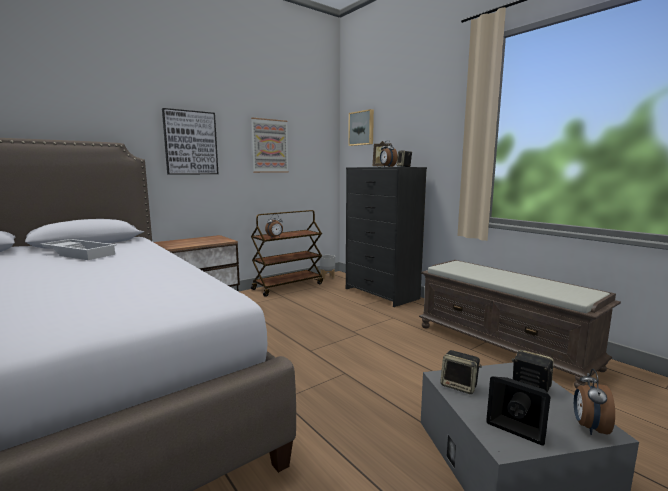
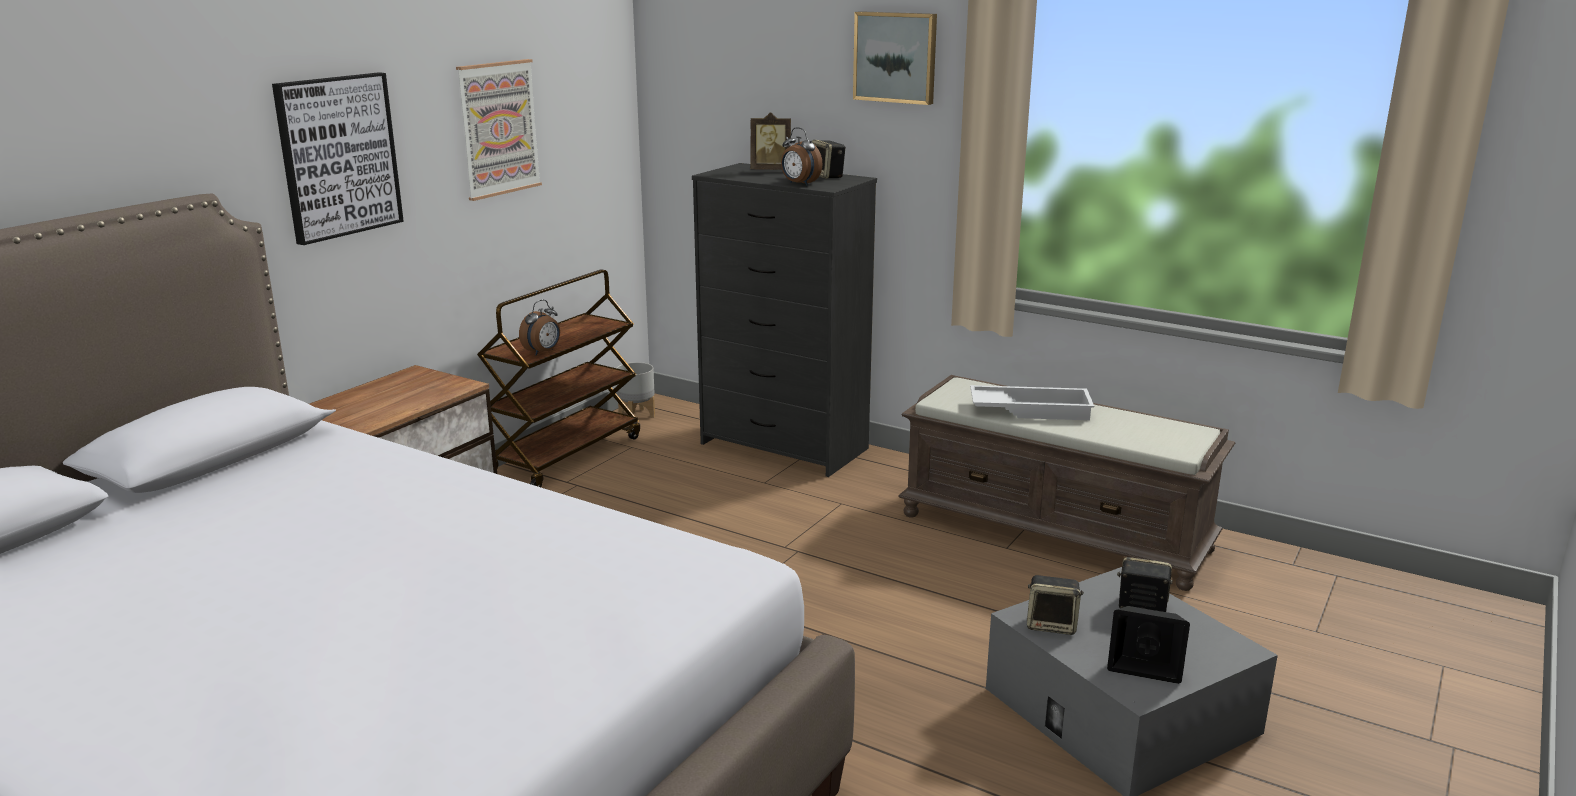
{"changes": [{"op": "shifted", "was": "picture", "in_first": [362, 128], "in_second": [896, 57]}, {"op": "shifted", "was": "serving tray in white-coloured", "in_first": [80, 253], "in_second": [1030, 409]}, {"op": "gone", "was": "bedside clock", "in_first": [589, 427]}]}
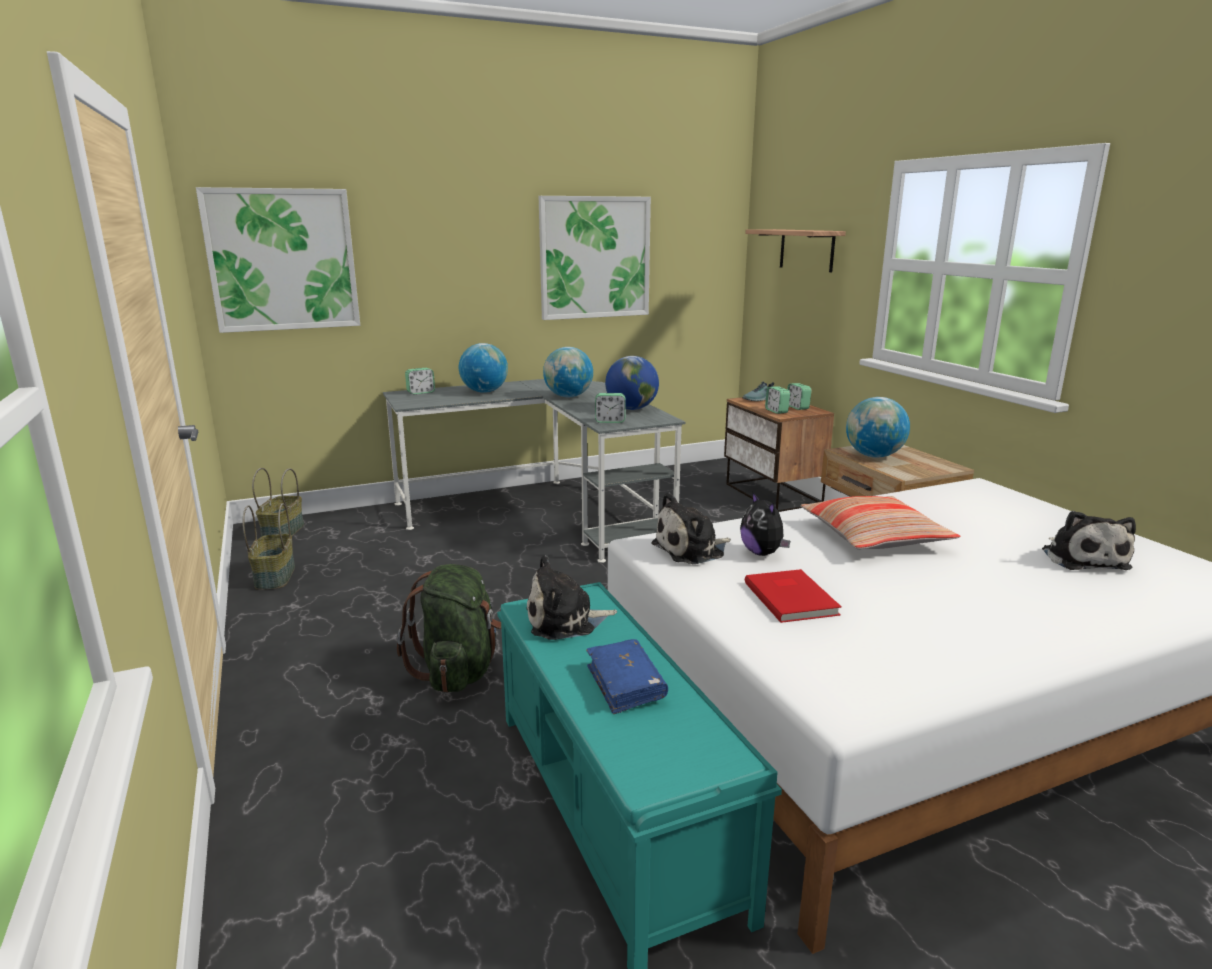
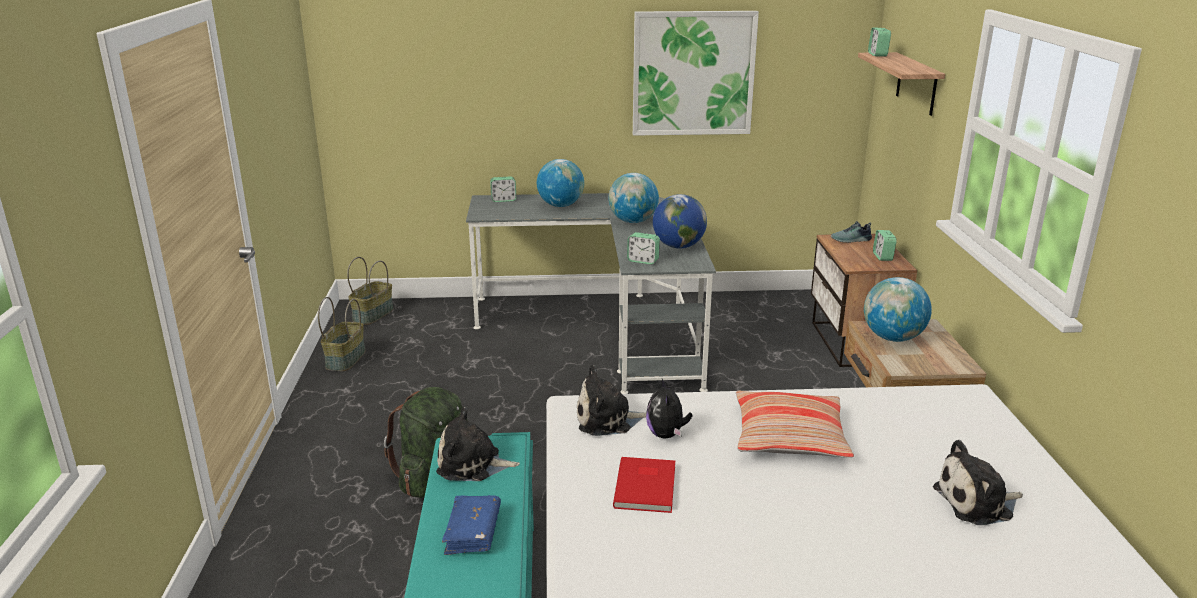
{"changes": [{"op": "gone", "was": "picture", "in_first": [282, 260]}, {"op": "shifted", "was": "bedside clock", "in_first": [776, 411], "in_second": [877, 55]}, {"op": "rotated", "was": "soft toy", "in_first": [1082, 558], "in_second": [977, 503], "clockwise": 60}]}
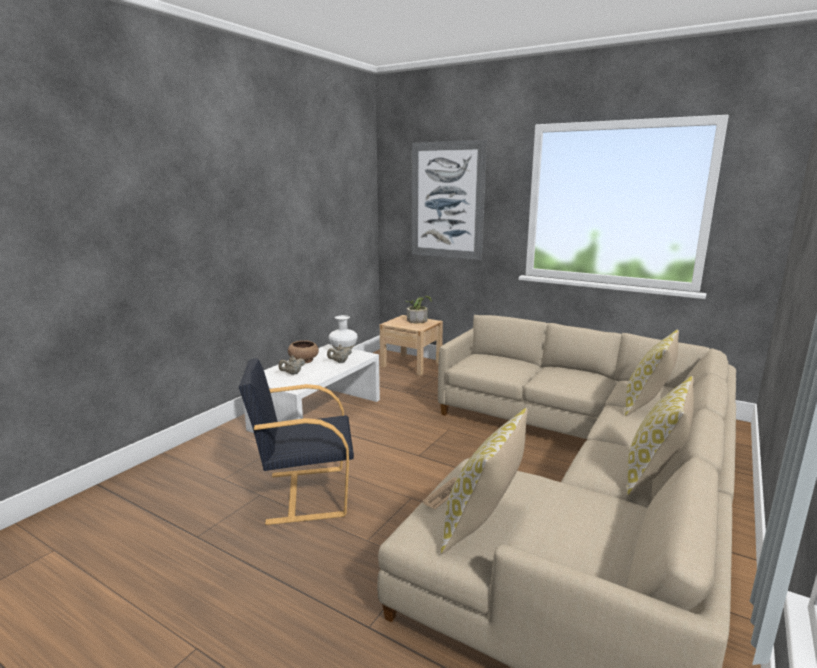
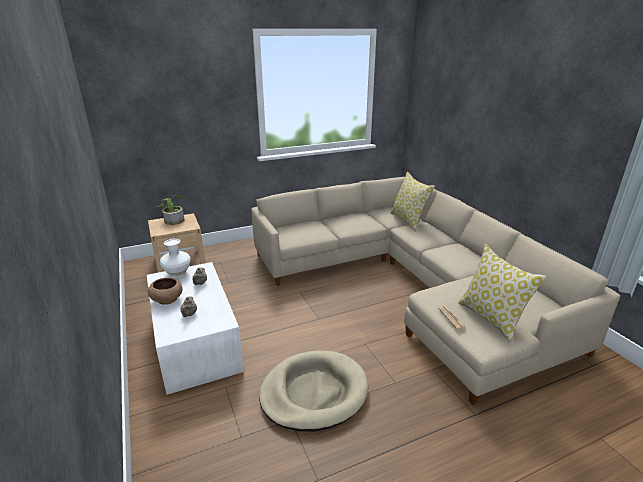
{"changes": [{"op": "gone", "was": "picture", "in_first": [447, 201]}, {"op": "swapped", "was": "easy chair in blackish", "now": "dog bed in beige-coloured", "in_first": [304, 494], "in_second": [314, 392]}, {"op": "gone", "was": "pillow", "in_first": [654, 475]}]}
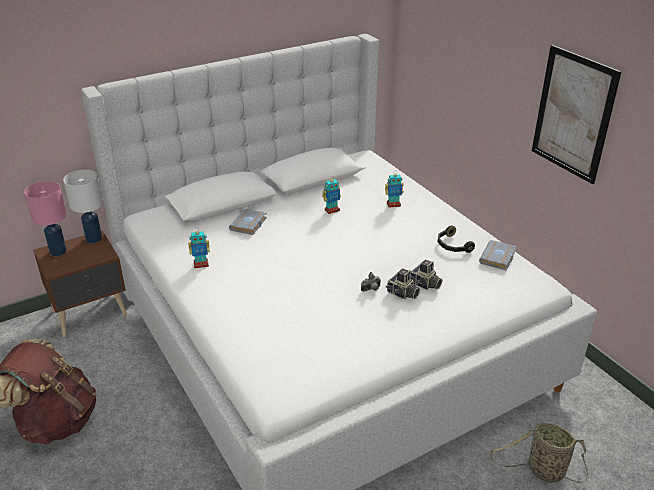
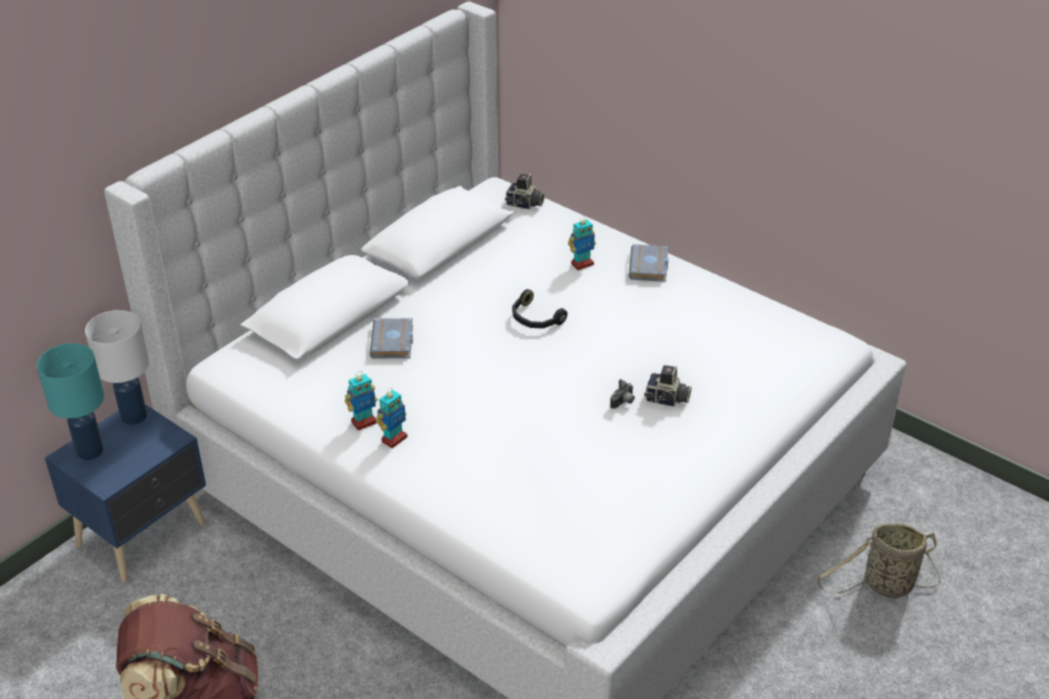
{"changes": [{"op": "gone", "was": "picture", "in_first": [573, 114]}, {"op": "shifted", "was": "model robot", "in_first": [332, 210], "in_second": [394, 439]}, {"op": "repainted", "was": "lamp for a table in pinkish", "now": "lamp for a table in turquoise", "in_first": [58, 252], "in_second": [89, 451]}, {"op": "shifted", "was": "pair of headphones in blackish", "in_first": [452, 245], "in_second": [535, 319]}, {"op": "repainted", "was": "bedside table in brown", "now": "bedside table in bluish", "in_first": [91, 314], "in_second": [144, 535]}, {"op": "shifted", "was": "bound book in greyish", "in_first": [498, 258], "in_second": [650, 267]}, {"op": "shifted", "was": "still camera", "in_first": [425, 285], "in_second": [524, 204]}]}
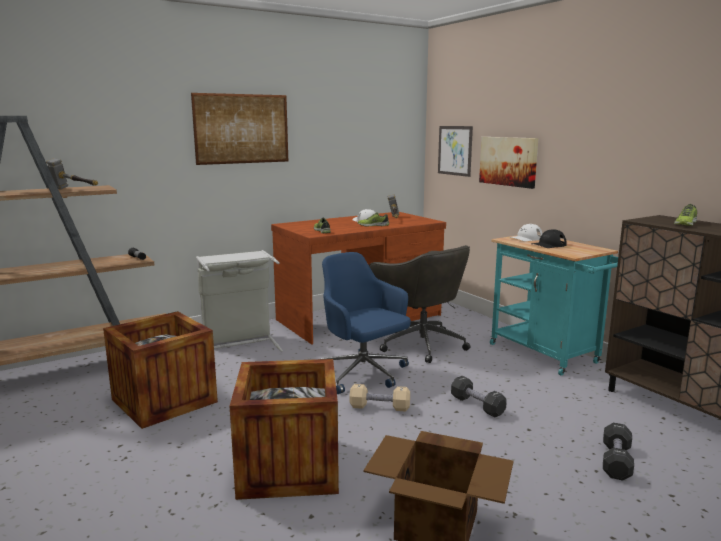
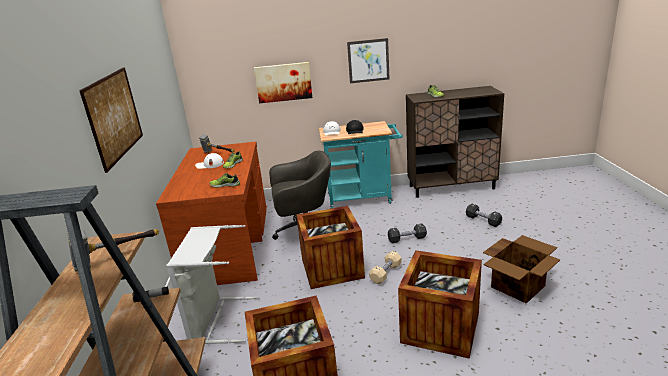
{"changes": [{"op": "shifted", "was": "picture", "in_first": [455, 150], "in_second": [368, 61]}, {"op": "swapped", "was": "desk chair in bluish", "now": "shipping crate", "in_first": [363, 374], "in_second": [332, 268]}]}
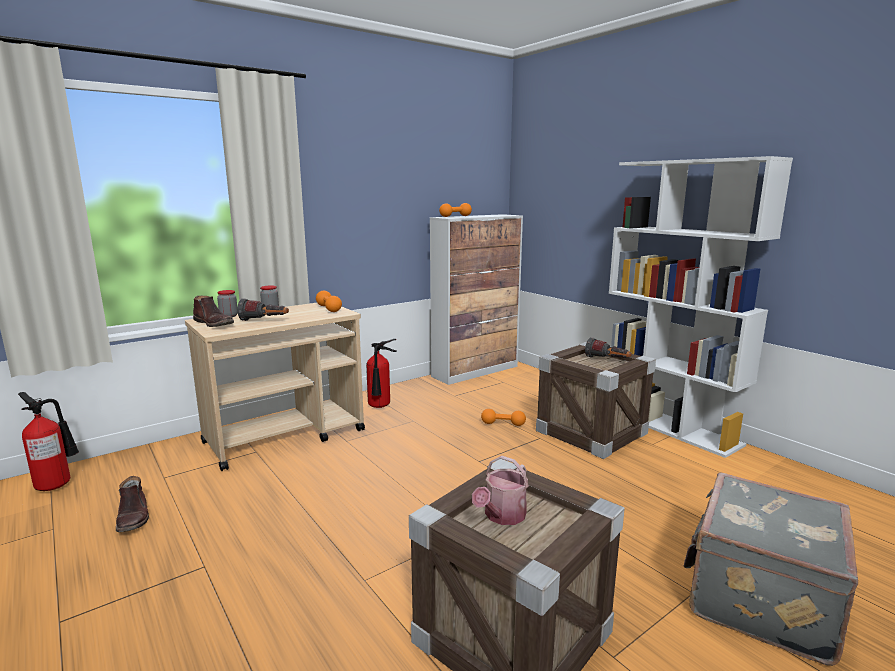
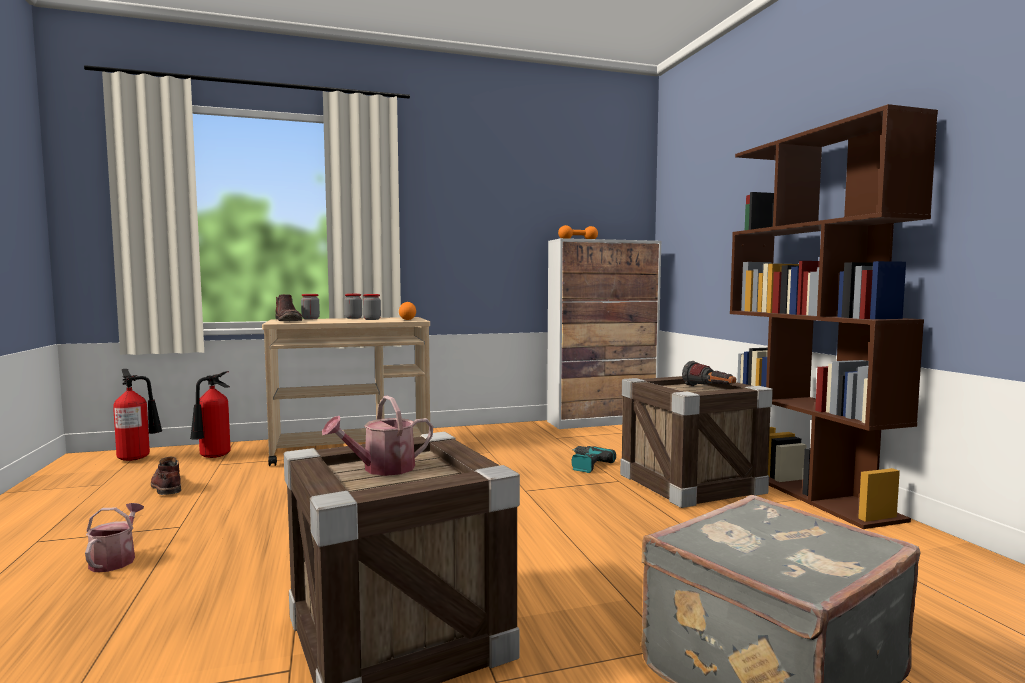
{"changes": [{"op": "repainted", "was": "shelving unit in white-coloured", "now": "shelving unit in brown", "in_first": [668, 426], "in_second": [806, 490]}, {"op": "gone", "was": "torch", "in_first": [265, 321]}, {"op": "shifted", "was": "fire-fighting cylinder", "in_first": [380, 407], "in_second": [213, 458]}, {"op": "swapped", "was": "hand weight in orange", "now": "power drill", "in_first": [503, 424], "in_second": [587, 465]}, {"op": "rotated", "was": "tall boot in brown", "in_first": [134, 517], "in_second": [166, 486], "clockwise": 150}, {"op": "new", "now": "jar", "in_second": [372, 319]}, {"op": "new", "now": "watering pot", "in_second": [116, 560]}]}
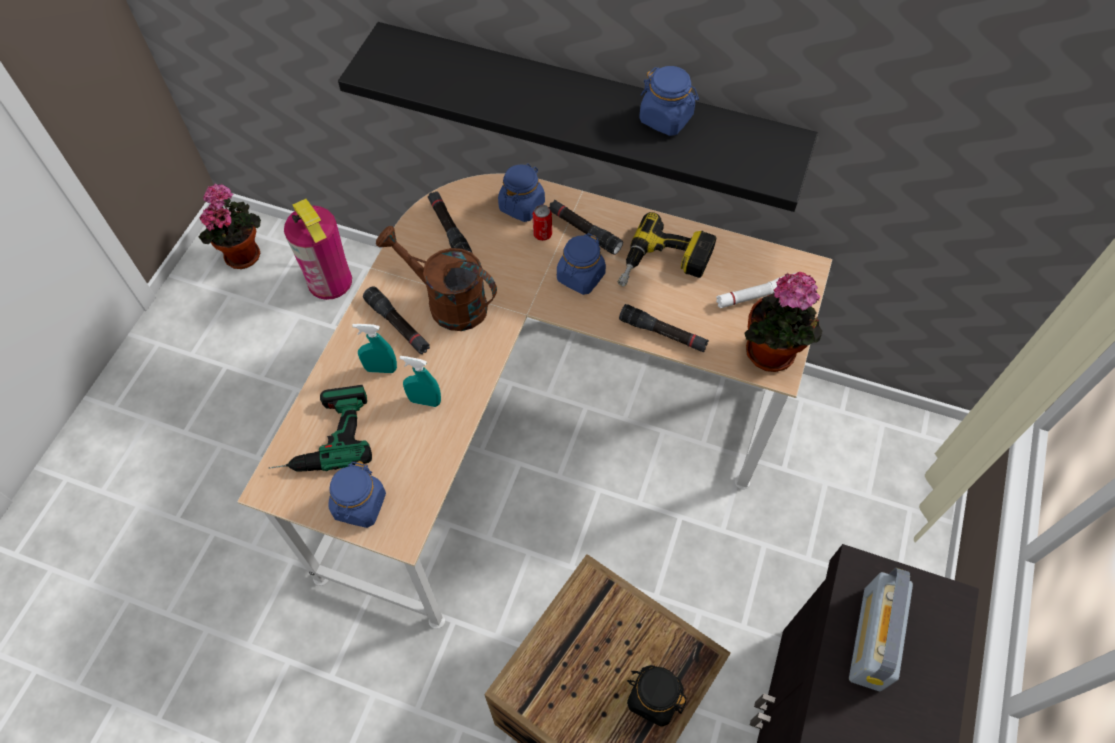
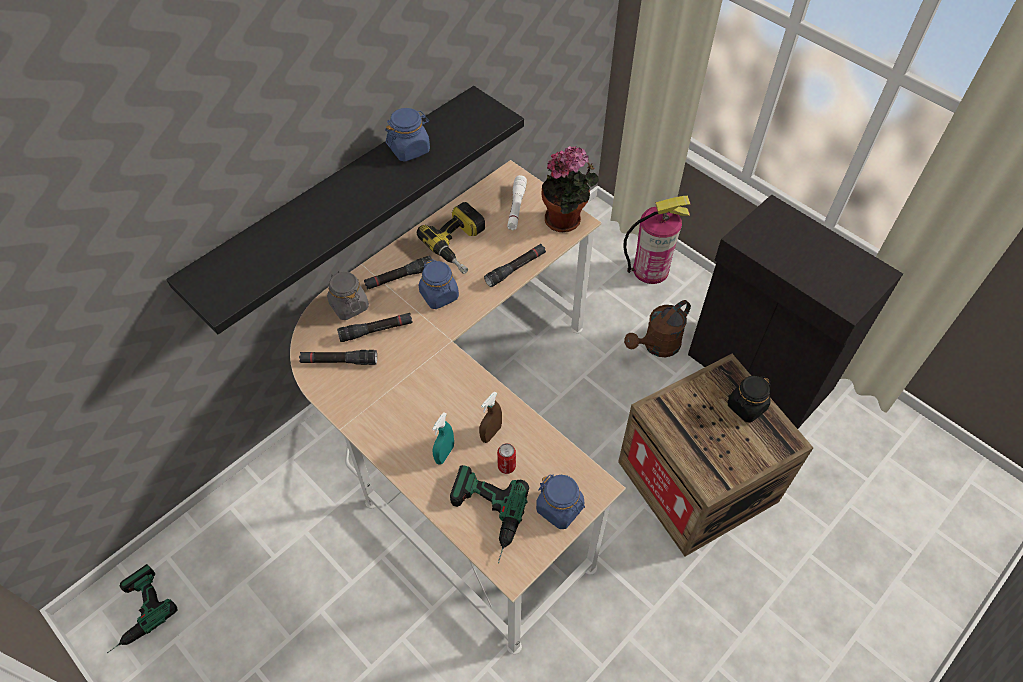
{"changes": [{"op": "repainted", "was": "jar in bluish", "now": "jar in greyish", "in_first": [522, 206], "in_second": [349, 306]}, {"op": "swapped", "was": "potted plant", "now": "power drill", "in_first": [242, 253], "in_second": [134, 613]}, {"op": "shifted", "was": "fire-fighting cylinder", "in_first": [330, 281], "in_second": [650, 269]}, {"op": "shifted", "was": "can", "in_first": [542, 234], "in_second": [506, 466]}, {"op": "shifted", "was": "watering pot in brown", "in_first": [447, 302], "in_second": [657, 346]}, {"op": "shifted", "was": "torch in blackish", "in_first": [398, 325], "in_second": [376, 330]}, {"op": "repainted", "was": "spray bottle in turquoise", "now": "spray bottle in brown", "in_first": [425, 401], "in_second": [491, 433]}, {"op": "gone", "was": "radio set", "in_first": [872, 638]}]}
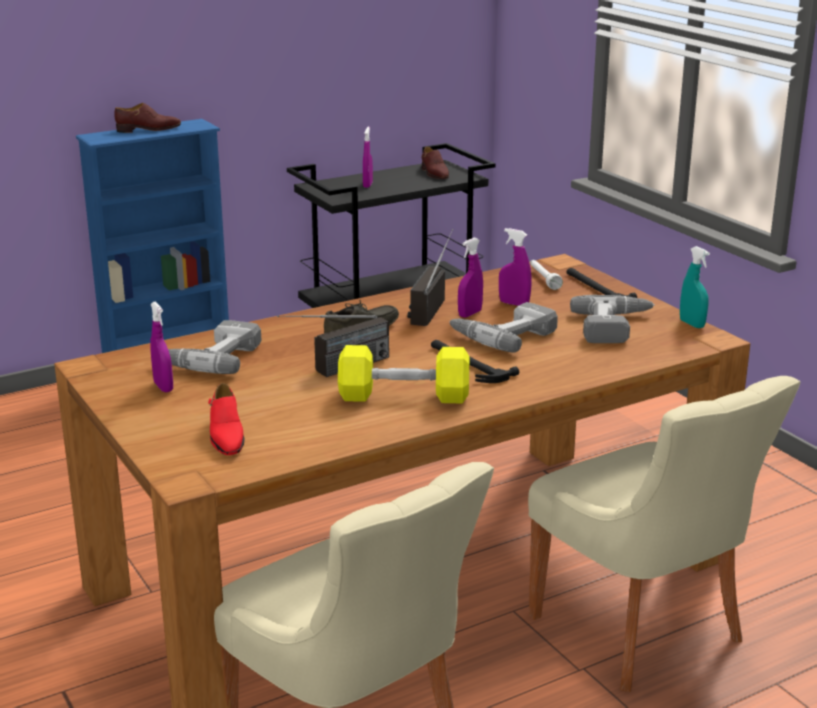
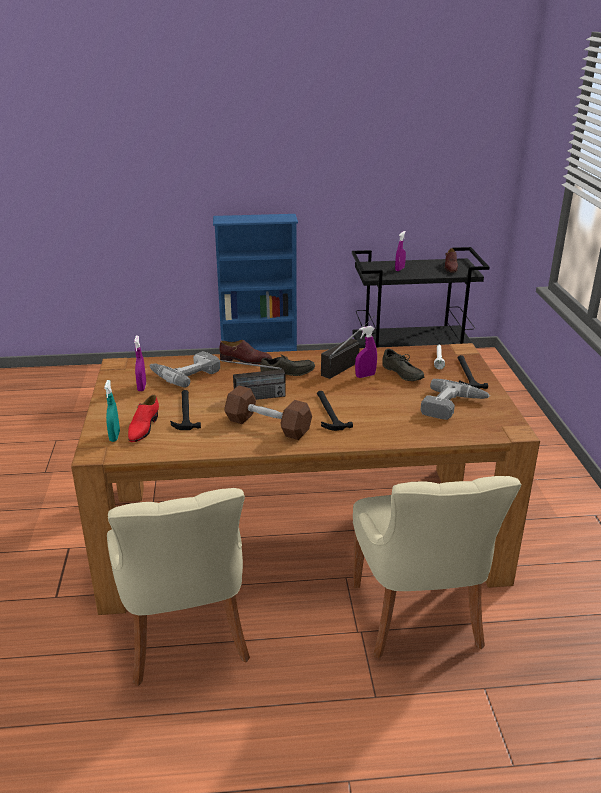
{"changes": [{"op": "shifted", "was": "low shoe in brown", "in_first": [148, 129], "in_second": [245, 361]}, {"op": "swapped", "was": "spray bottle in purple", "now": "low shoe in greyish", "in_first": [514, 304], "in_second": [401, 374]}, {"op": "shifted", "was": "spray bottle in turquoise", "in_first": [692, 324], "in_second": [114, 436]}, {"op": "gone", "was": "power drill", "in_first": [503, 334]}, {"op": "repainted", "was": "hand weight in yellowish", "now": "hand weight in brown", "in_first": [404, 396], "in_second": [268, 426]}, {"op": "new", "now": "tool hammer", "in_second": [185, 412]}]}
